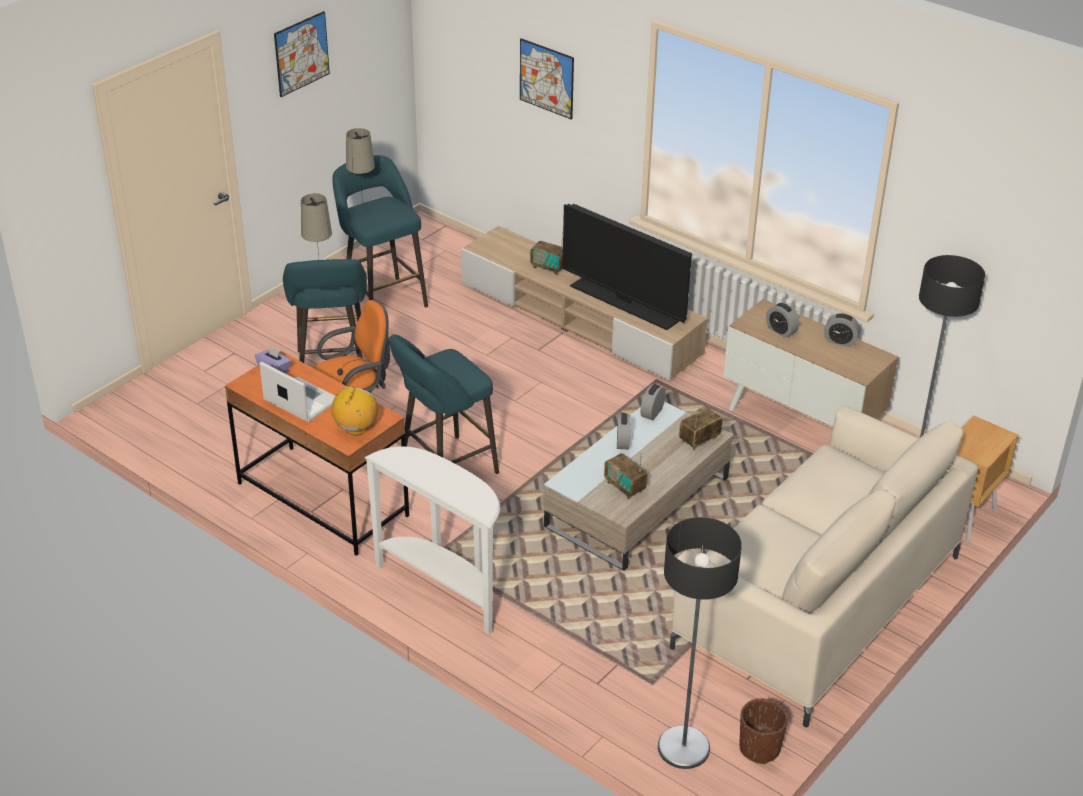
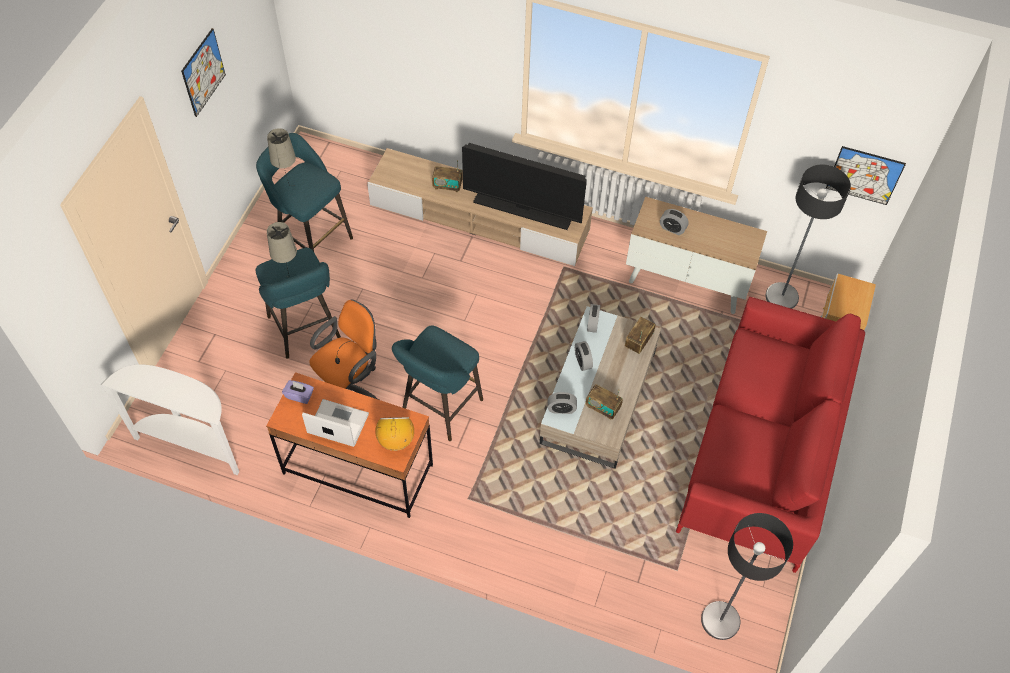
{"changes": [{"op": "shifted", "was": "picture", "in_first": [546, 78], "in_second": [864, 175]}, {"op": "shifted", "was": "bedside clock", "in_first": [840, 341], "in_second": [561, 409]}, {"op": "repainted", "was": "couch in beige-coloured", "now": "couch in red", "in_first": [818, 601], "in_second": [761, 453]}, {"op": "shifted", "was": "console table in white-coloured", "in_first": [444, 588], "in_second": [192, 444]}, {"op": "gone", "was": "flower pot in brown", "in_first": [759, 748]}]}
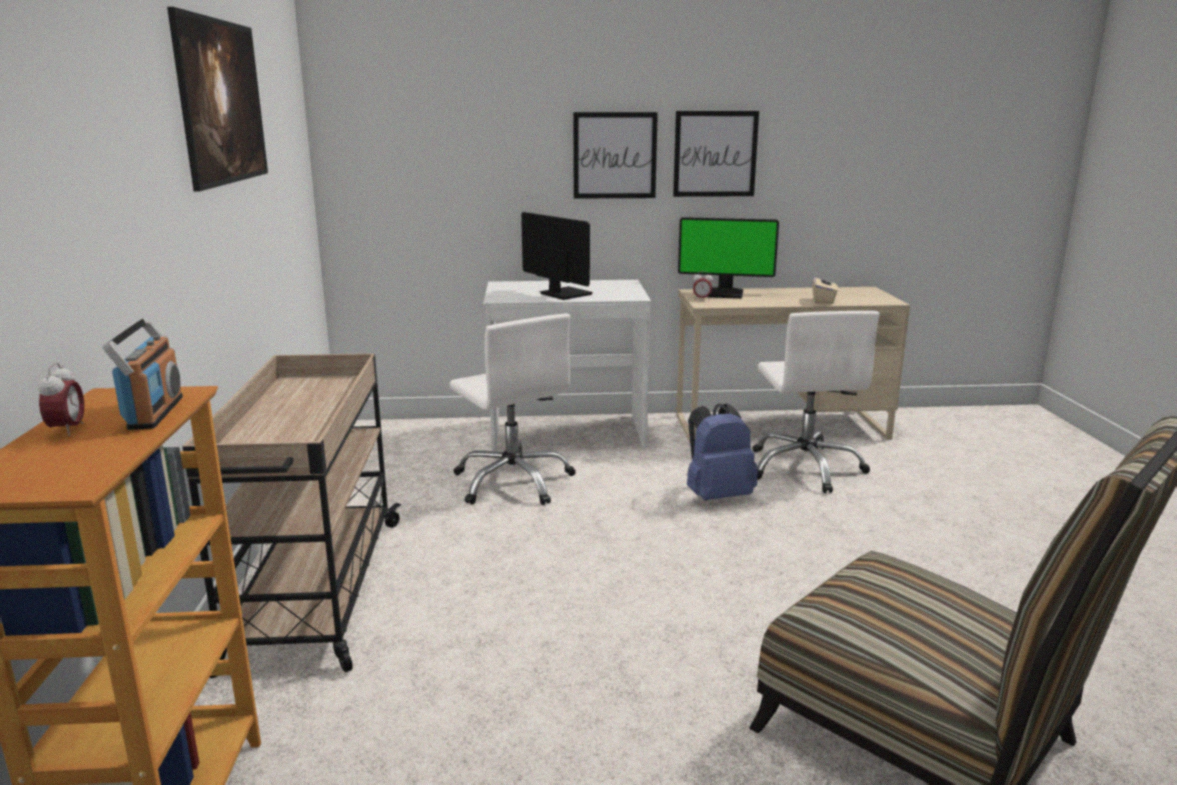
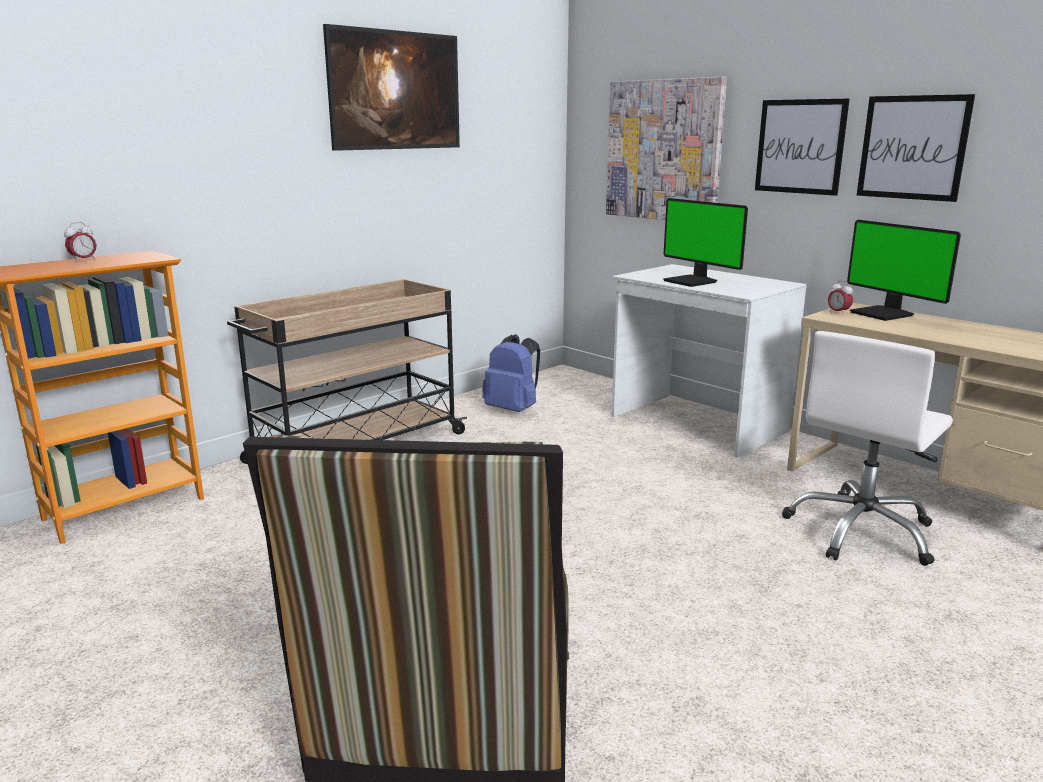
{"changes": [{"op": "rotated", "was": "monitor", "in_first": [563, 294], "in_second": [692, 281], "clockwise": 135}, {"op": "gone", "was": "tissue holder in beige-coloured", "in_first": [823, 300]}, {"op": "gone", "was": "desk chair in white-coloured", "in_first": [513, 482]}, {"op": "gone", "was": "radio set", "in_first": [154, 413]}, {"op": "shifted", "was": "rucksack in bluish", "in_first": [717, 495], "in_second": [513, 410]}, {"op": "new", "now": "picture", "in_second": [664, 150]}]}
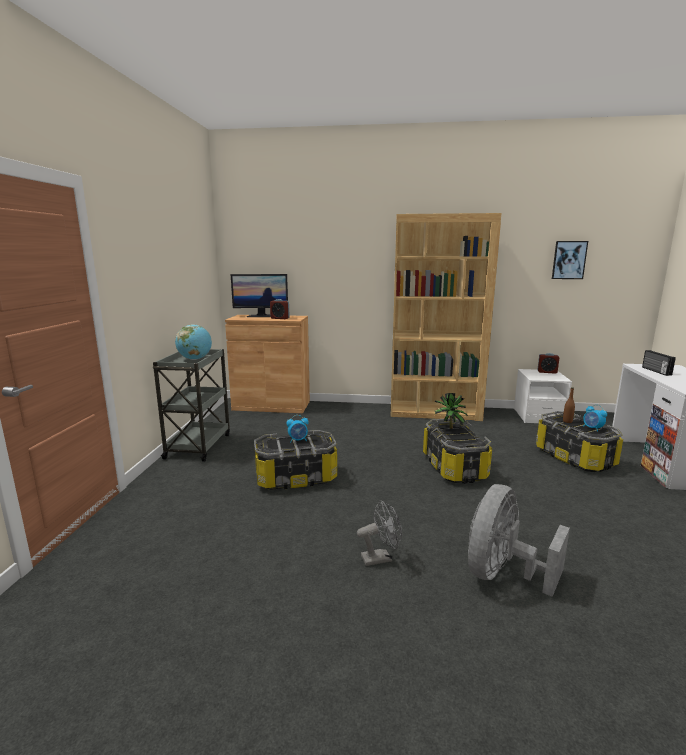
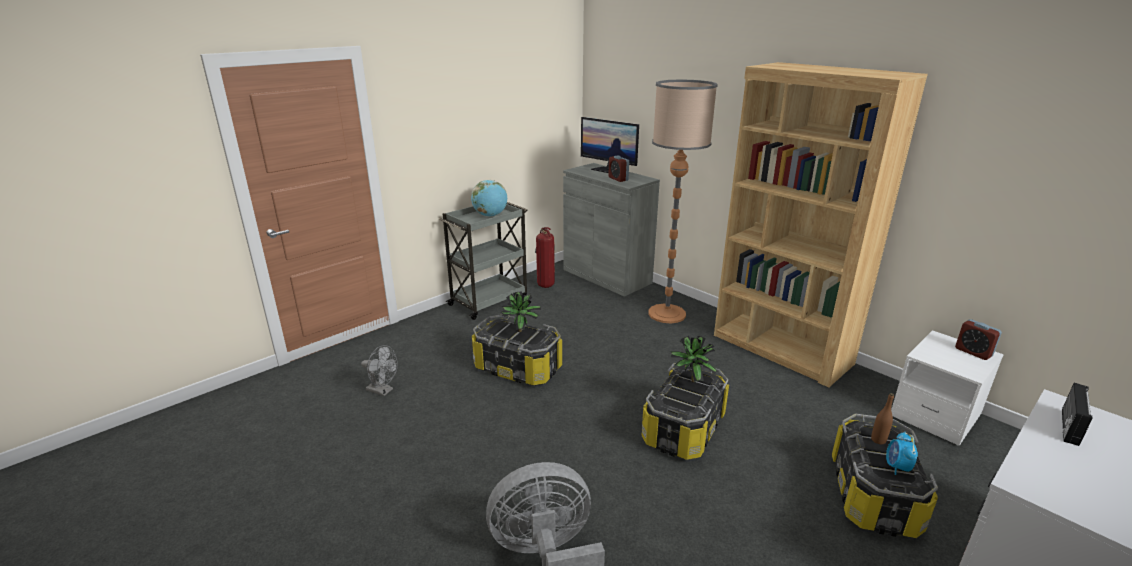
{"changes": [{"op": "gone", "was": "picture", "in_first": [569, 260]}, {"op": "repainted", "was": "cupboard in brown", "now": "cupboard in greyish", "in_first": [271, 406], "in_second": [606, 276]}, {"op": "swapped", "was": "bedside clock", "now": "potted plant", "in_first": [298, 440], "in_second": [522, 332]}, {"op": "shifted", "was": "fan in greyish", "in_first": [381, 558], "in_second": [383, 391]}, {"op": "new", "now": "standard lamp", "in_second": [667, 314]}, {"op": "new", "now": "fire-fighting cylinder", "in_second": [544, 285]}]}
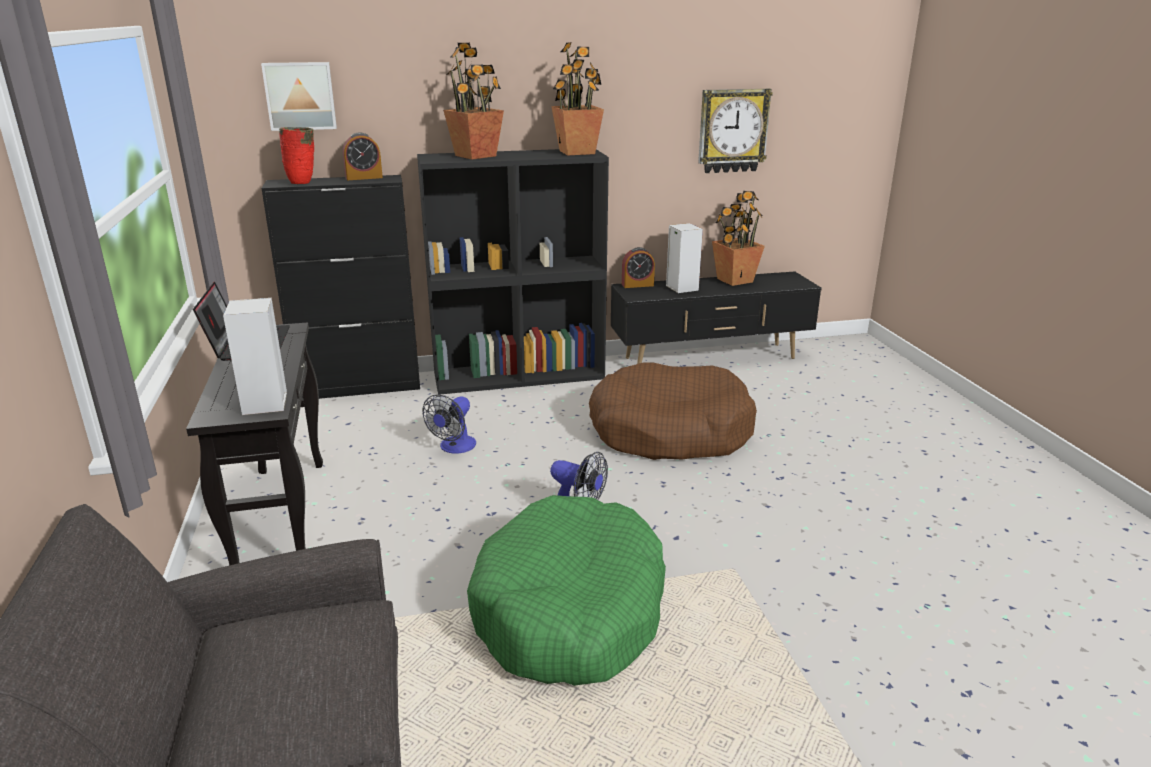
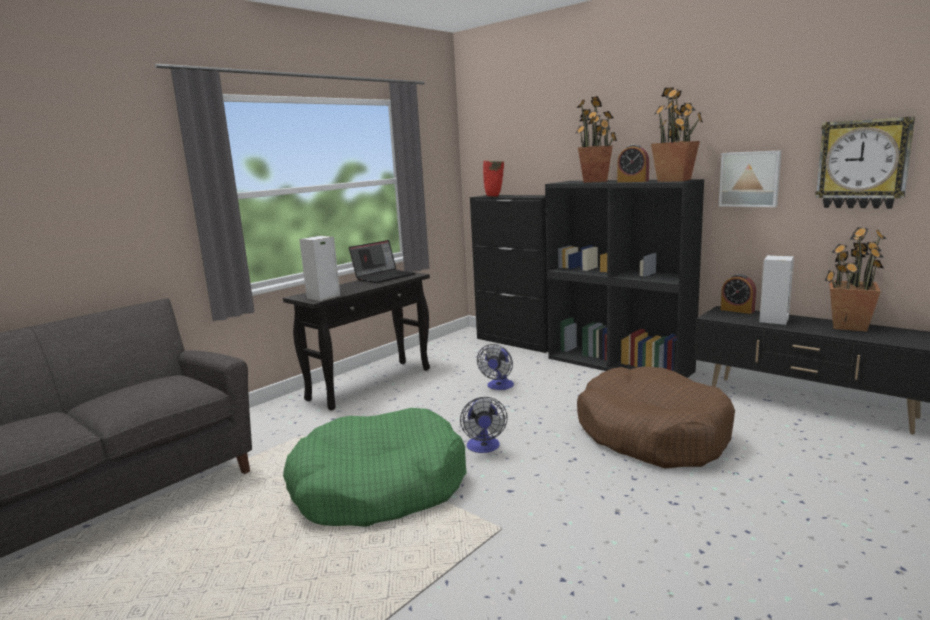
{"changes": [{"op": "shifted", "was": "picture", "in_first": [300, 96], "in_second": [750, 179]}, {"op": "shifted", "was": "bedside clock", "in_first": [364, 177], "in_second": [633, 181]}, {"op": "rotated", "was": "fan", "in_first": [454, 447], "in_second": [499, 386], "clockwise": -60}]}
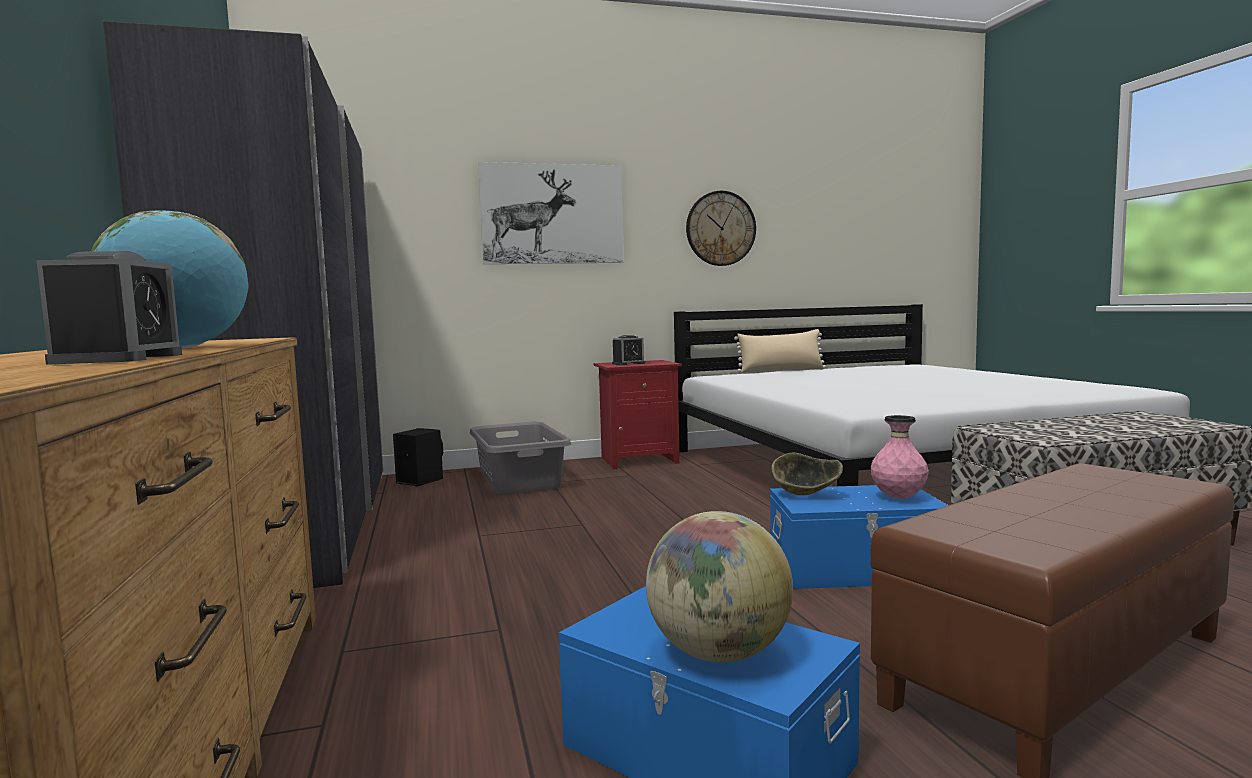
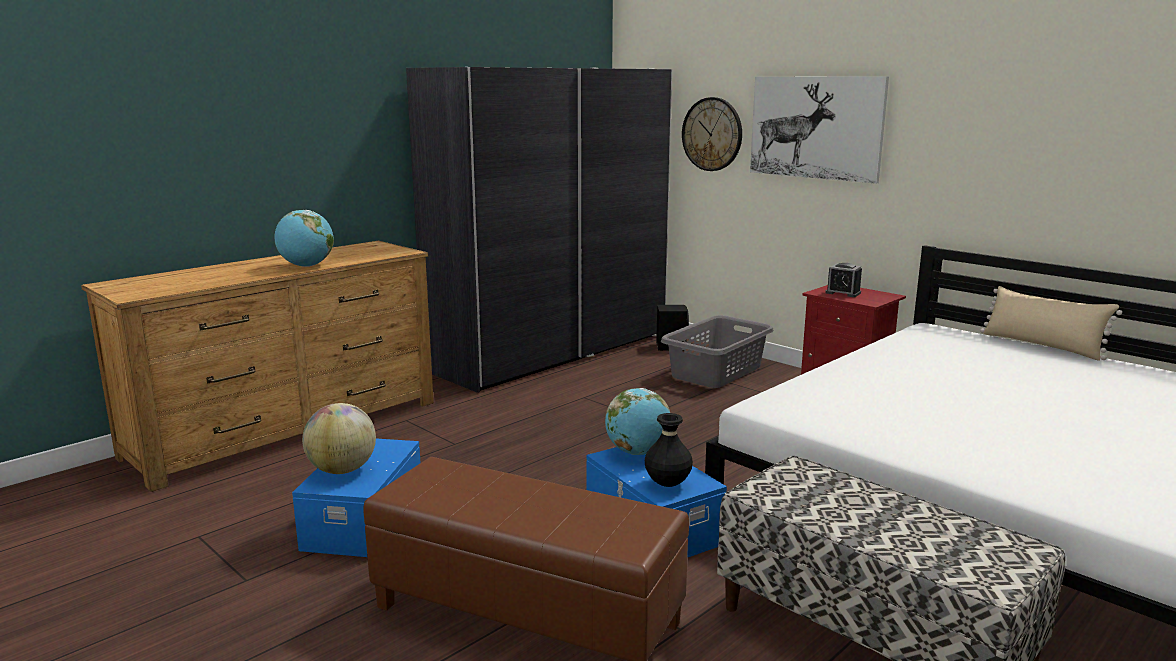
{"changes": [{"op": "shifted", "was": "wall clock", "in_first": [720, 228], "in_second": [712, 134]}, {"op": "gone", "was": "bedside clock", "in_first": [119, 359]}, {"op": "repainted", "was": "decorative vase in pinkish", "now": "decorative vase in blackish", "in_first": [898, 498], "in_second": [667, 484]}, {"op": "swapped", "was": "serving bowl", "now": "desk globe", "in_first": [805, 495], "in_second": [638, 452]}]}
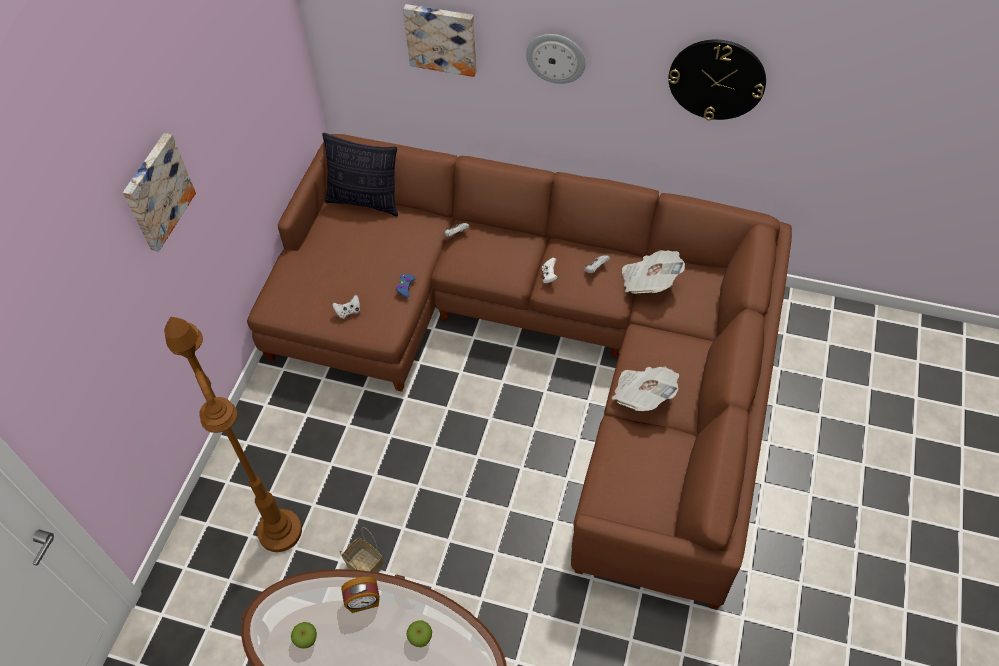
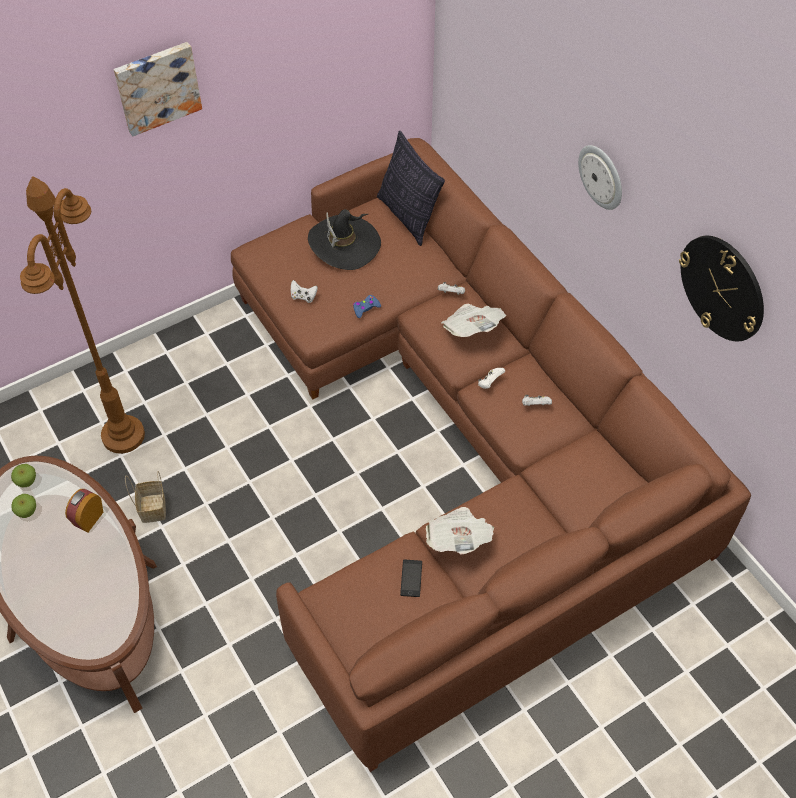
{"changes": [{"op": "gone", "was": "picture", "in_first": [442, 38]}, {"op": "shifted", "was": "printed paper", "in_first": [649, 282], "in_second": [472, 329]}, {"op": "rotated", "was": "bedside clock", "in_first": [363, 602], "in_second": [88, 518], "clockwise": 90}, {"op": "shifted", "was": "whole apple", "in_first": [420, 638], "in_second": [27, 482]}, {"op": "new", "now": "hat in blackish", "in_second": [344, 244]}, {"op": "new", "now": "handset", "in_second": [411, 578]}]}
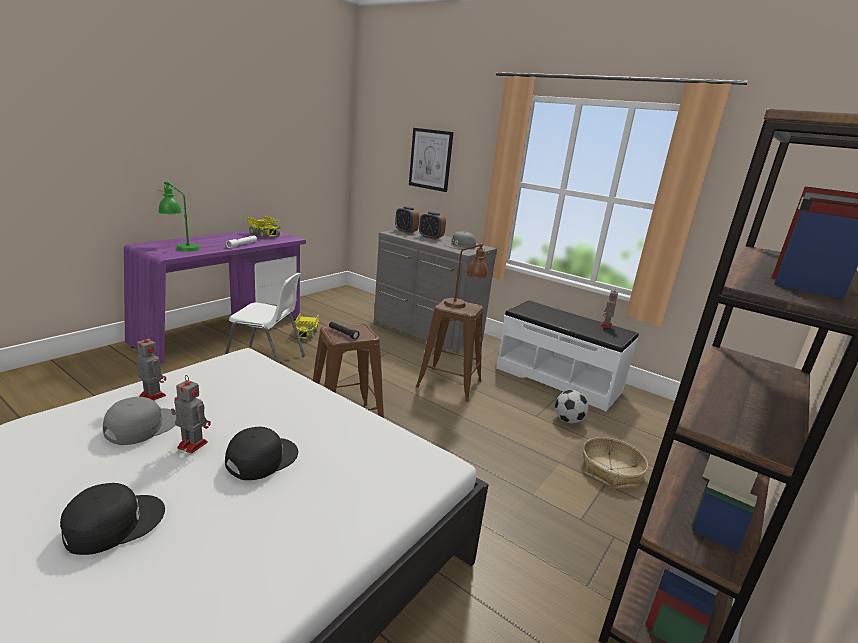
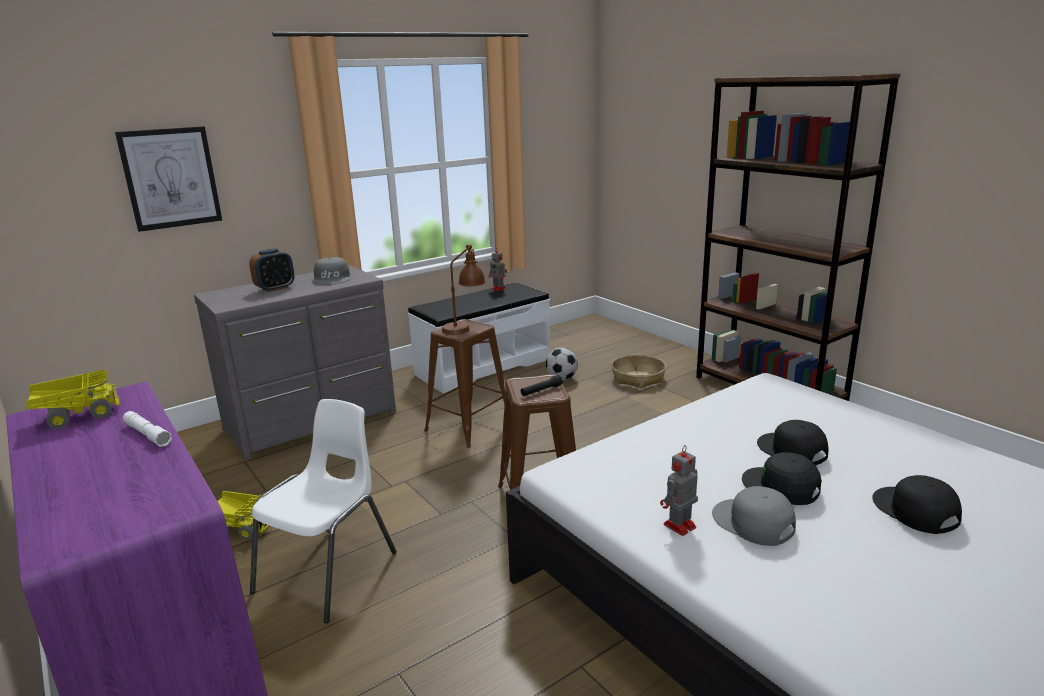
{"changes": [{"op": "gone", "was": "lamp for a table in green-coloured", "in_first": [180, 247]}, {"op": "gone", "was": "bedside clock", "in_first": [406, 231]}, {"op": "swapped", "was": "model robot", "now": "peaked cap in blackish", "in_first": [191, 444], "in_second": [781, 486]}]}
